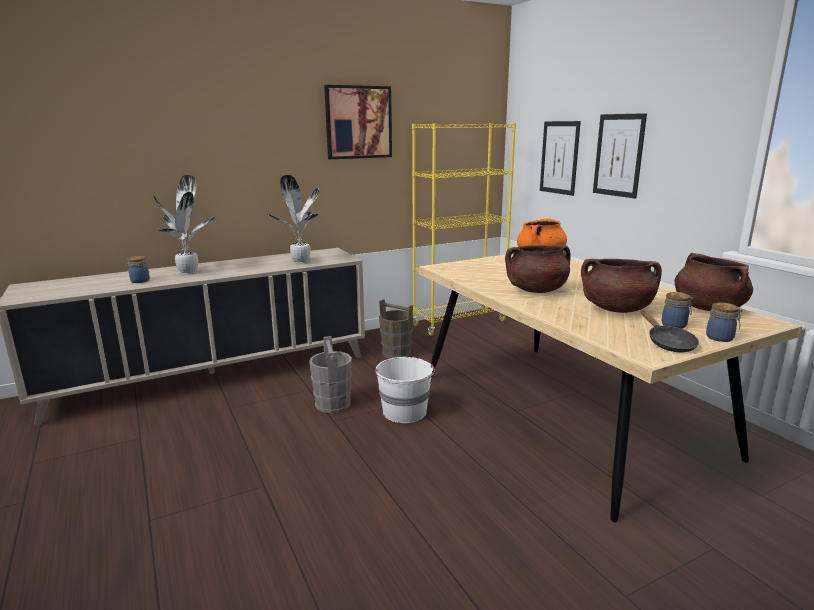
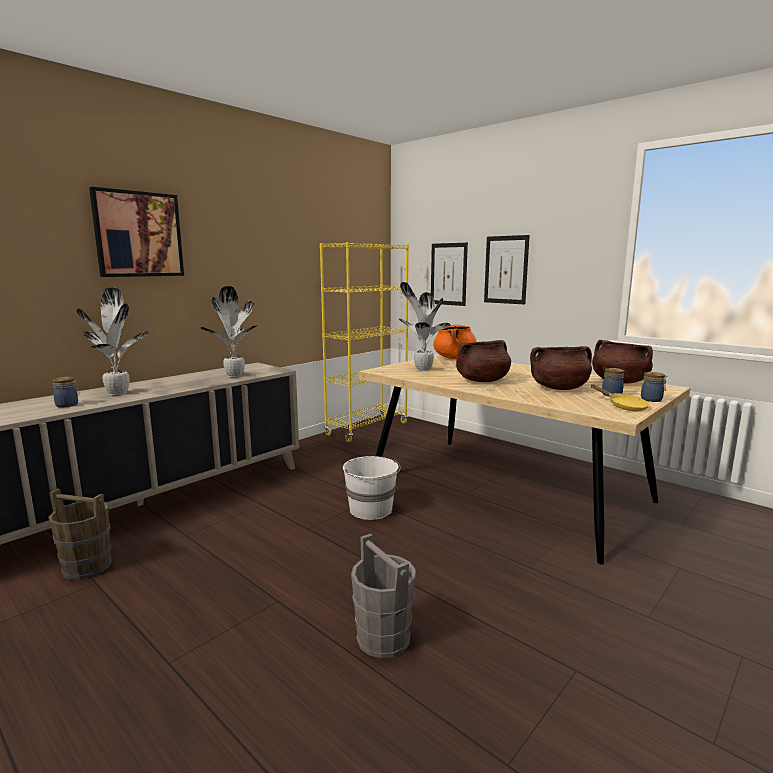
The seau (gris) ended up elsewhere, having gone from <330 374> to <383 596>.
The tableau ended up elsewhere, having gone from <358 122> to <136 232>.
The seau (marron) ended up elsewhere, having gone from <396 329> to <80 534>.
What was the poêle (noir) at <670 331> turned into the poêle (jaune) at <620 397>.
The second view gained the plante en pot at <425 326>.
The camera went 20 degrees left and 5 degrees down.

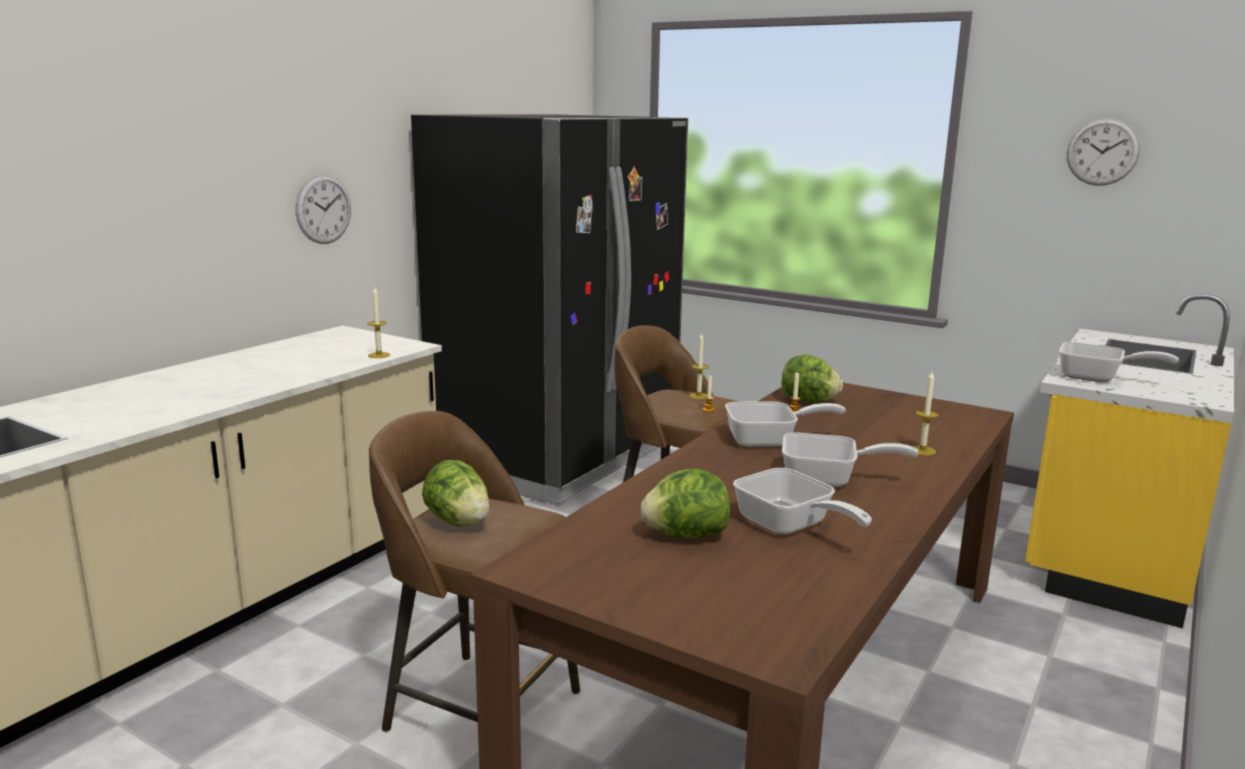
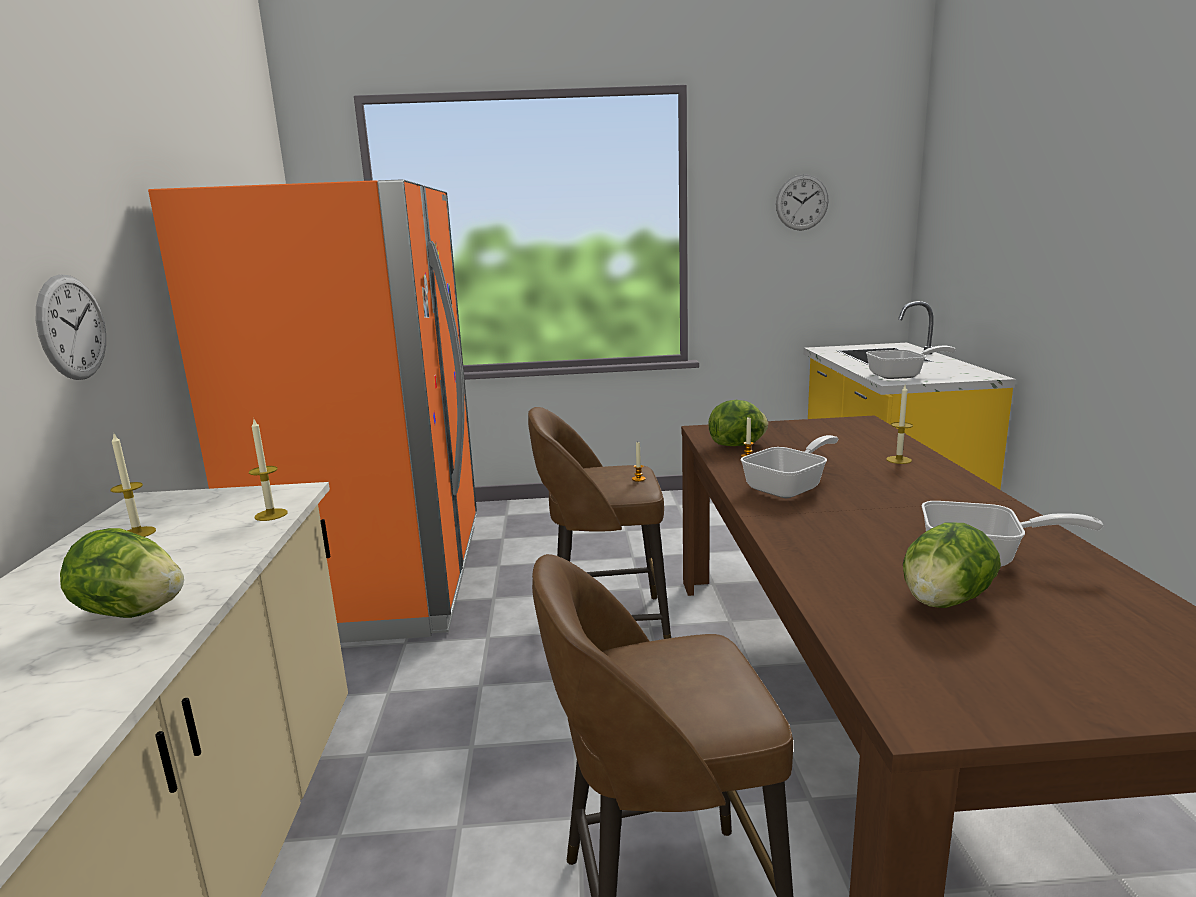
What was the réfrigérateur (noir) at <549 309> turned into the réfrigérateur (orange) at <312 411>.
The laitue ended up elsewhere, having gone from <456 493> to <122 573>.
The bougie ended up elsewhere, having gone from <699 366> to <133 484>.
The second view lost the poêle at <850 459>.
The camera went 35 degrees left and 0 degrees up.

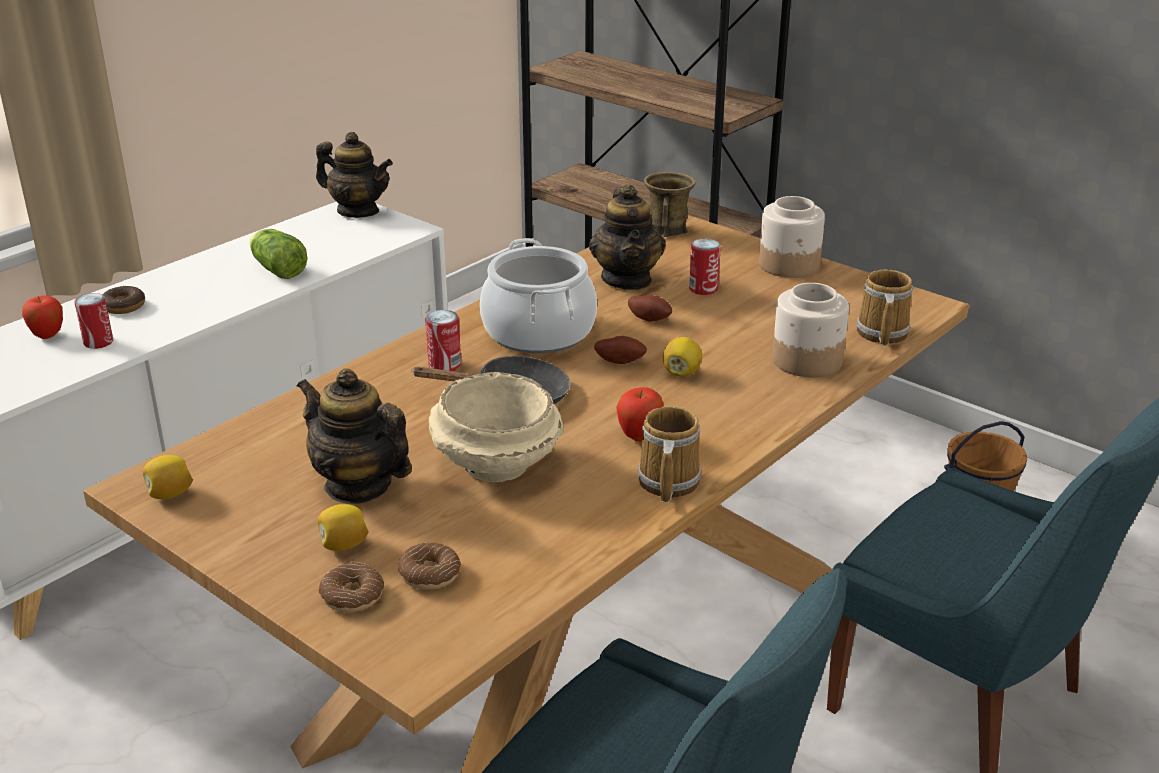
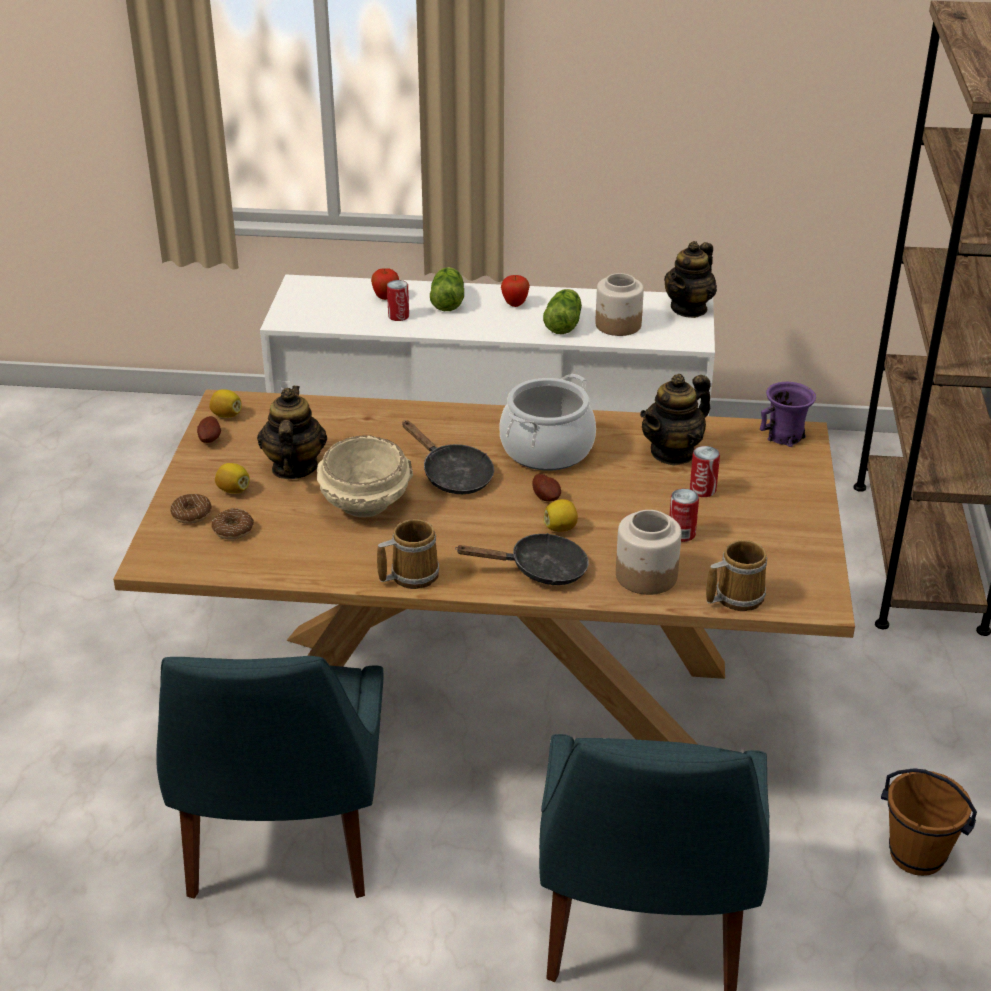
Where the beignet stood at <123 300>, the laitue came to stand at <447 289>.
The théière at <354 175> ended up facing another way, 45 degrees clockwise from before.
The boîte métallique ended up elsewhere, having gone from <443 340> to <684 515>.
The pomme ended up elsewhere, having gone from <640 414> to <515 291>.
The pomme de terre ended up elsewhere, having gone from <650 308> to <209 429>.
What was the mug (marron) at <670 204> turned into the mug (violet) at <788 414>.
The bocal ended up elsewhere, having gone from <792 237> to <619 304>.
The second view gained the poêle (noir) at <522 559>.
The camera went 55 degrees right and 5 degrees up.

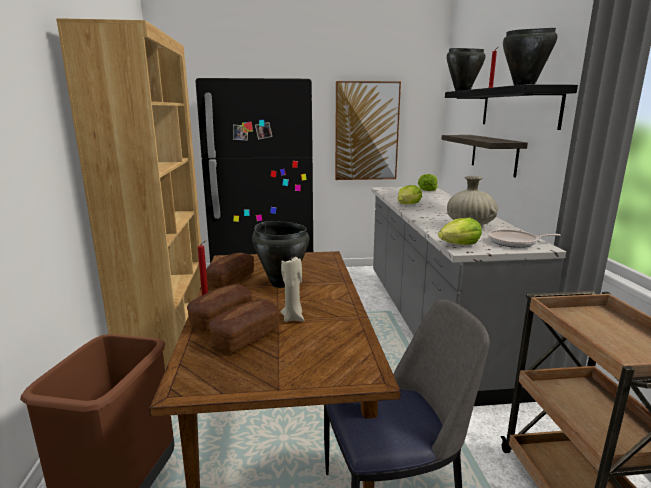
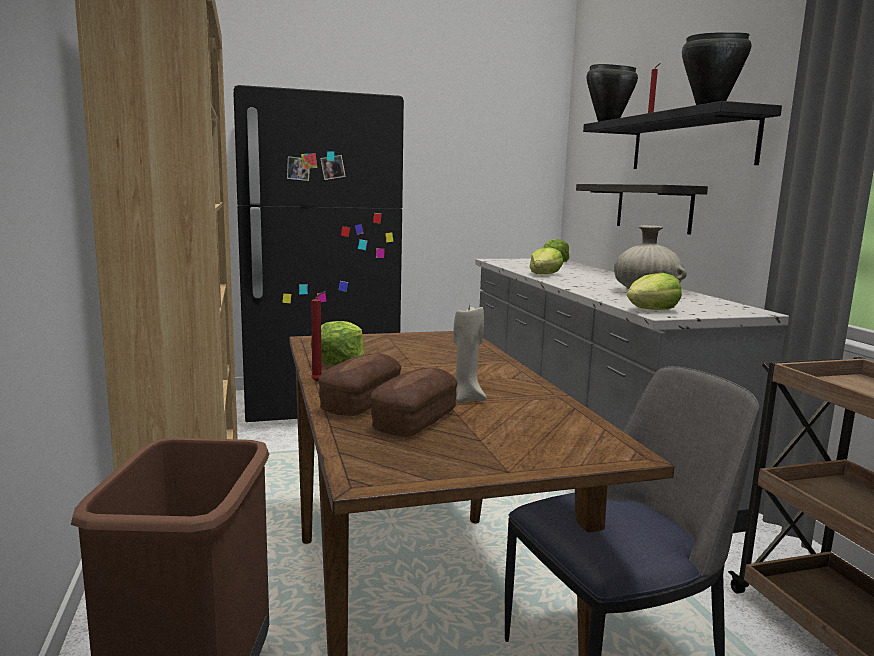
Where the pain stood at <230 270>, the laitue came to stand at <337 343>.
The second view lost the marmite (noir) at <280 254>.
The second view lost the tableau at <368 130>.
The second view lost the poêle at <524 238>.
The camera went 10 degrees left and 5 degrees down.

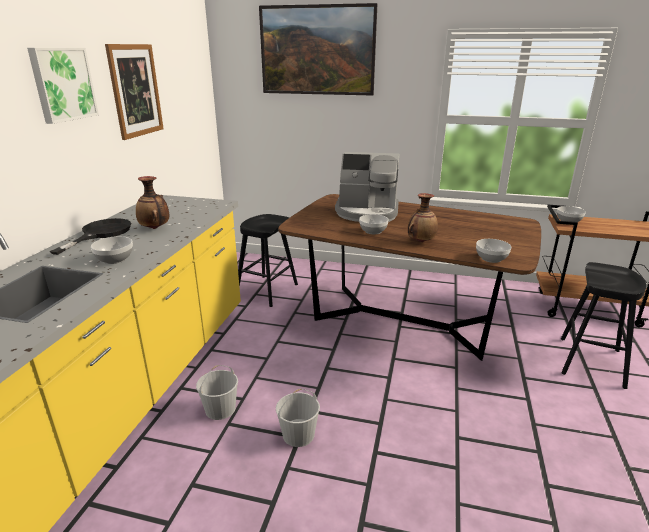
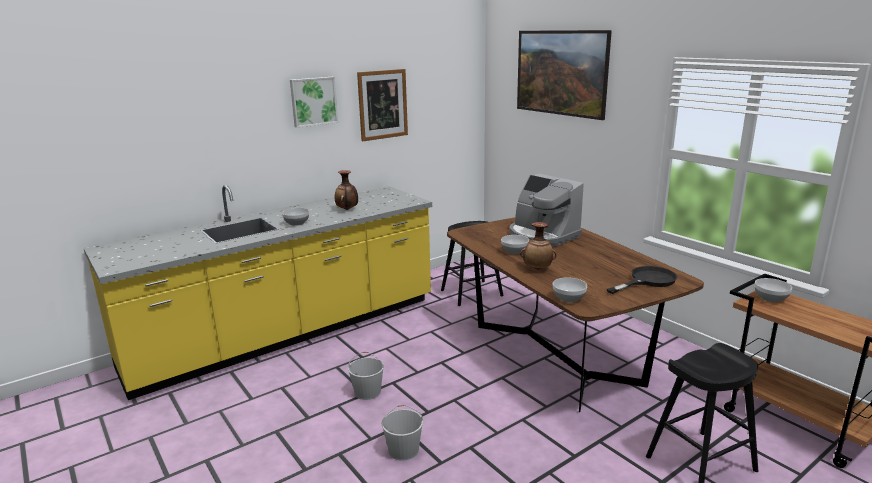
The poêle (noir) ended up elsewhere, having gone from <90 236> to <642 280>.
The seau (blanc) ended up elsewhere, having gone from <217 392> to <402 432>.
The camera went 40 degrees right and 5 degrees down.

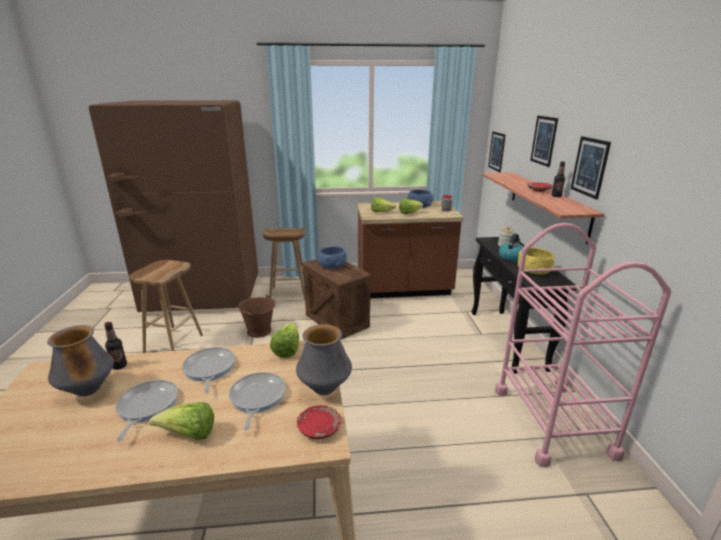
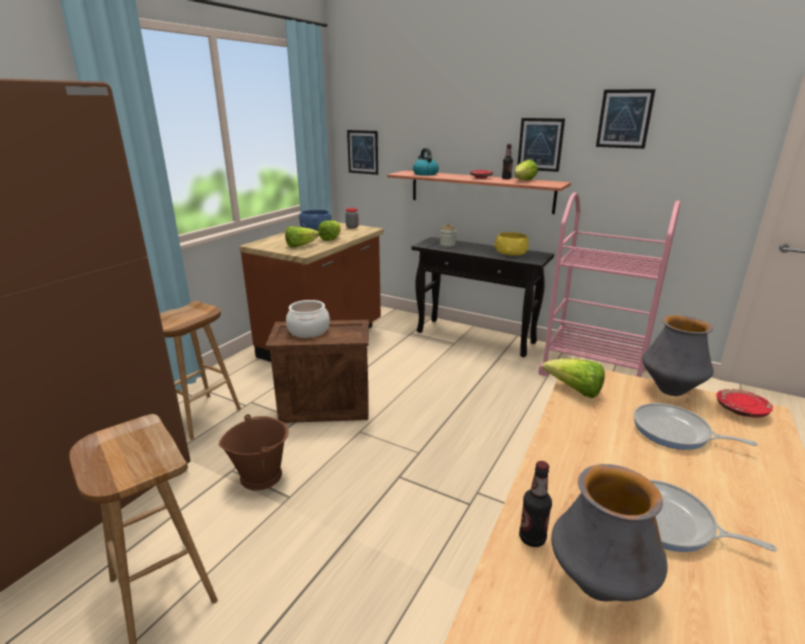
The laitue ended up elsewhere, having gone from <181 421> to <526 169>.
The second view lost the poêle at <208 370>.
Where the bol (bleu) stood at <332 257>, the marmite came to stand at <308 319>.
The bouilloire ended up elsewhere, having gone from <511 247> to <426 162>.
The tableau ended up elsewhere, having gone from <544 141> to <625 119>.
The camera went 55 degrees left and 0 degrees up.

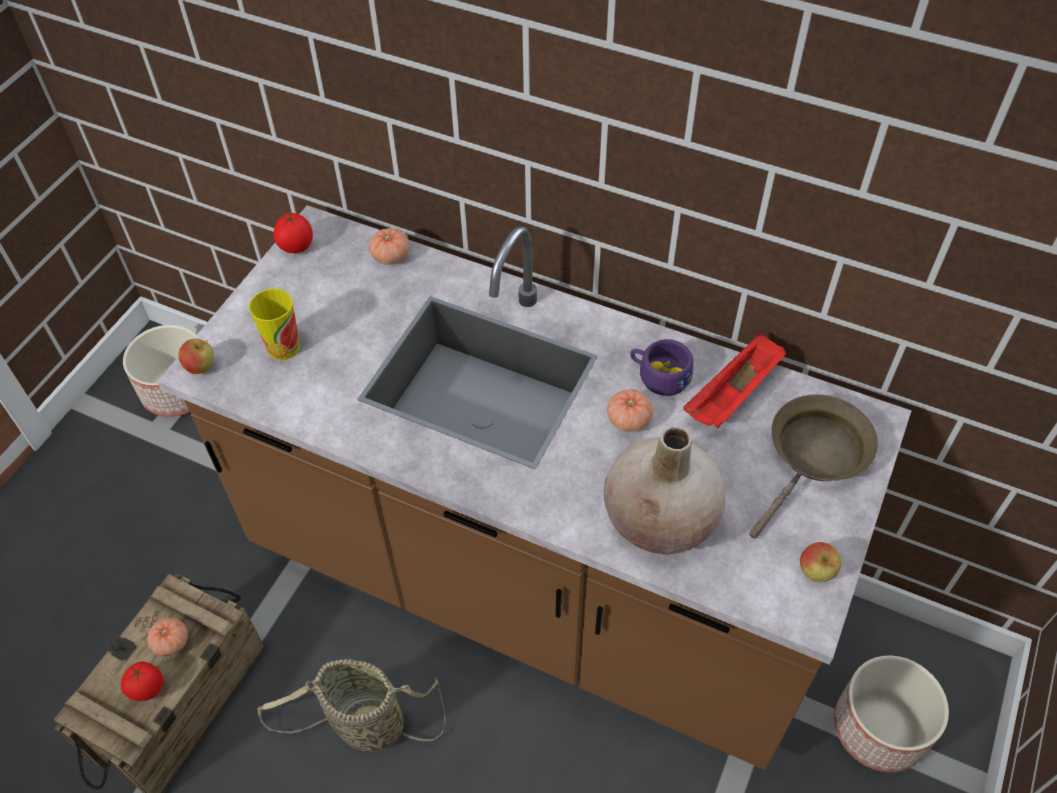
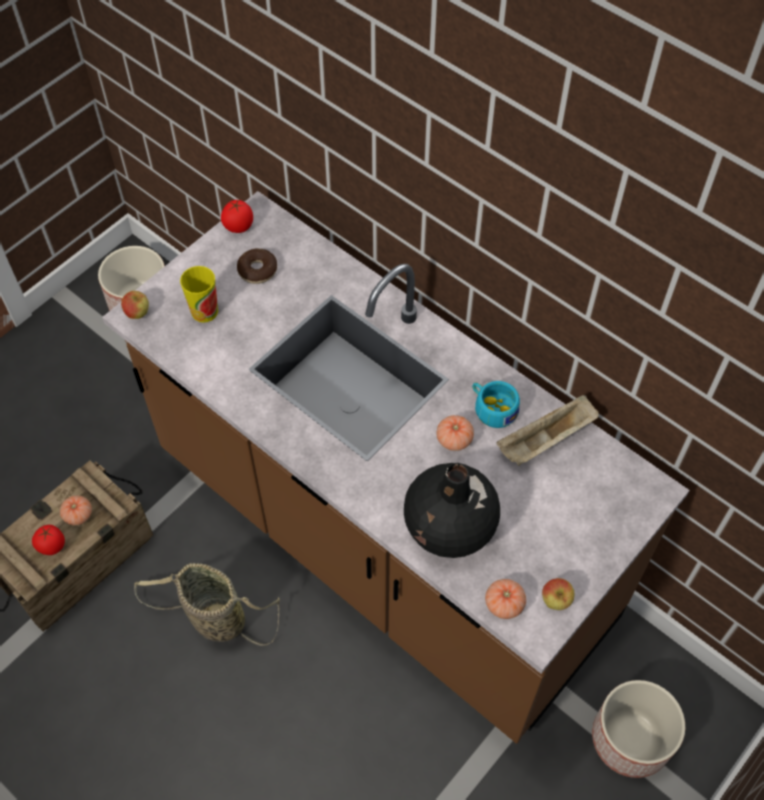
The tomate ended up elsewhere, having gone from <389 246> to <505 599>.
What was the vase (beige) at <664 491> turned into the vase (noir) at <452 510>.
What was the tasse (violet) at <661 367> turned into the tasse (turquoise) at <496 404>.
What was the plateau (rouge) at <734 380> turned into the plateau (beige) at <548 430>.
The second view lost the poêle (marron) at <813 466>.
The second view gained the beignet at <257 266>.
The camera went 15 degrees right and 5 degrees up.

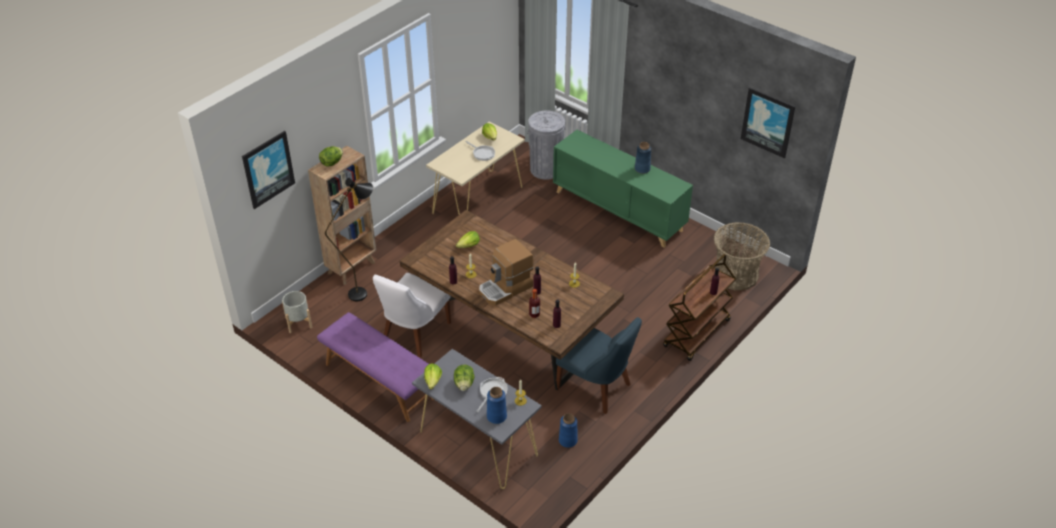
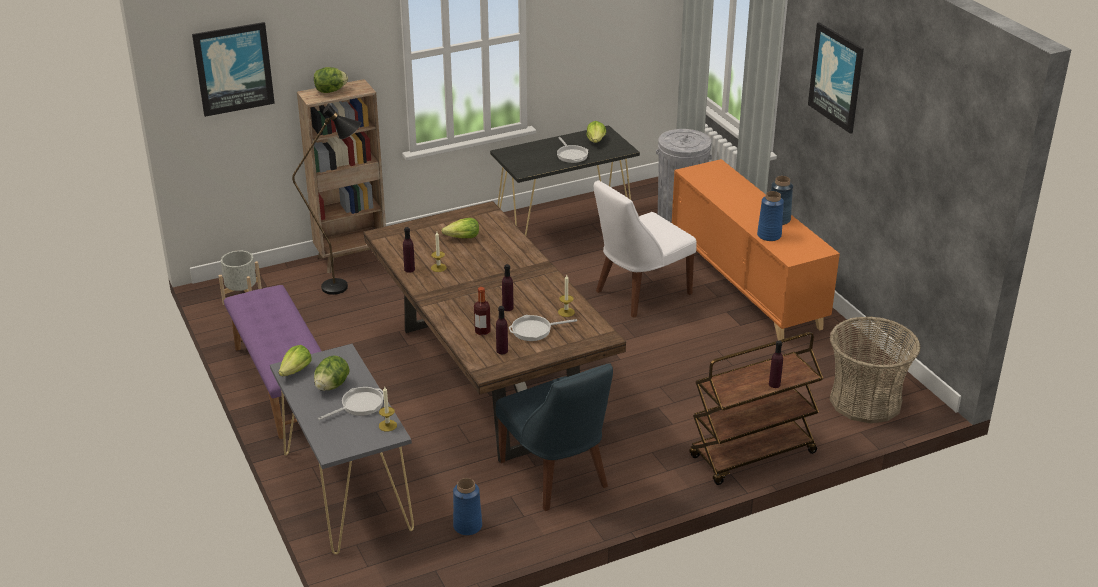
The chaise (blanc) ended up elsewhere, having gone from <412 315> to <645 249>.
What was the table console (beige) at <475 168> turned into the table console (noir) at <565 180>.
The second view lost the machine à café at <506 272>.
The vase (bleu) ended up elsewhere, having gone from <497 405> to <770 216>.
What was the meuble de rangement (vert) at <623 189> turned into the meuble de rangement (orange) at <756 249>.
The tableau ended up elsewhere, having gone from <768 122> to <836 78>.
The second view gained the poêle at <543 328>.
The camera went 25 degrees right and 10 degrees down.

